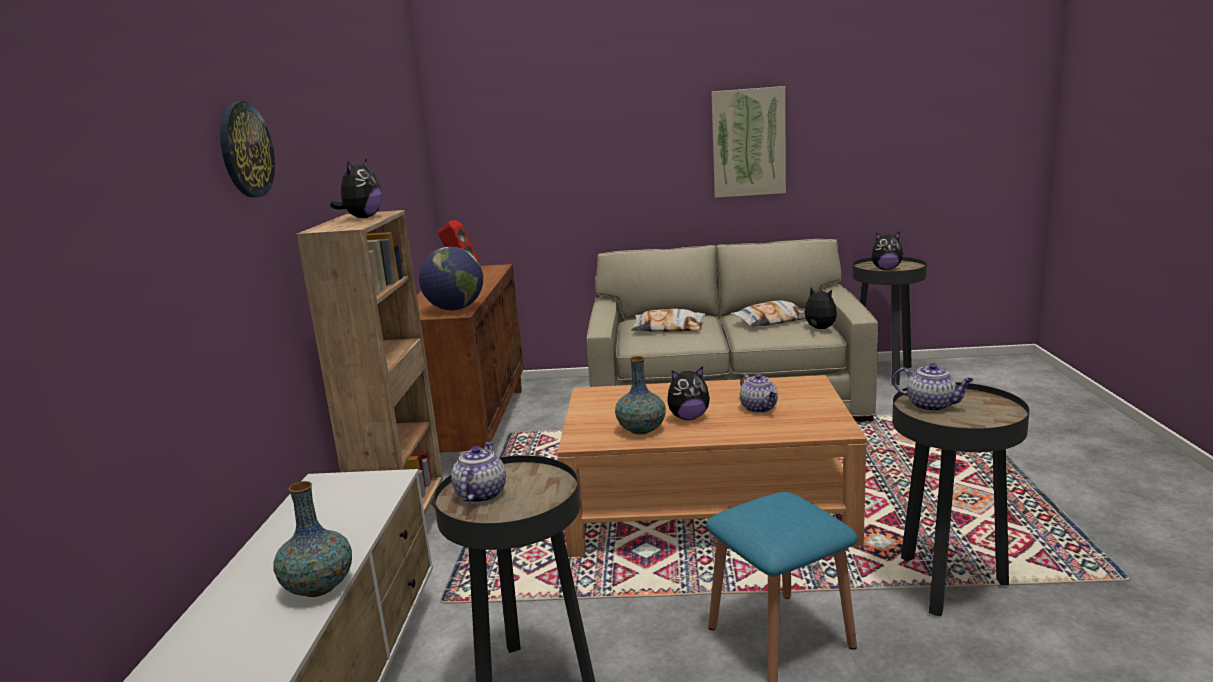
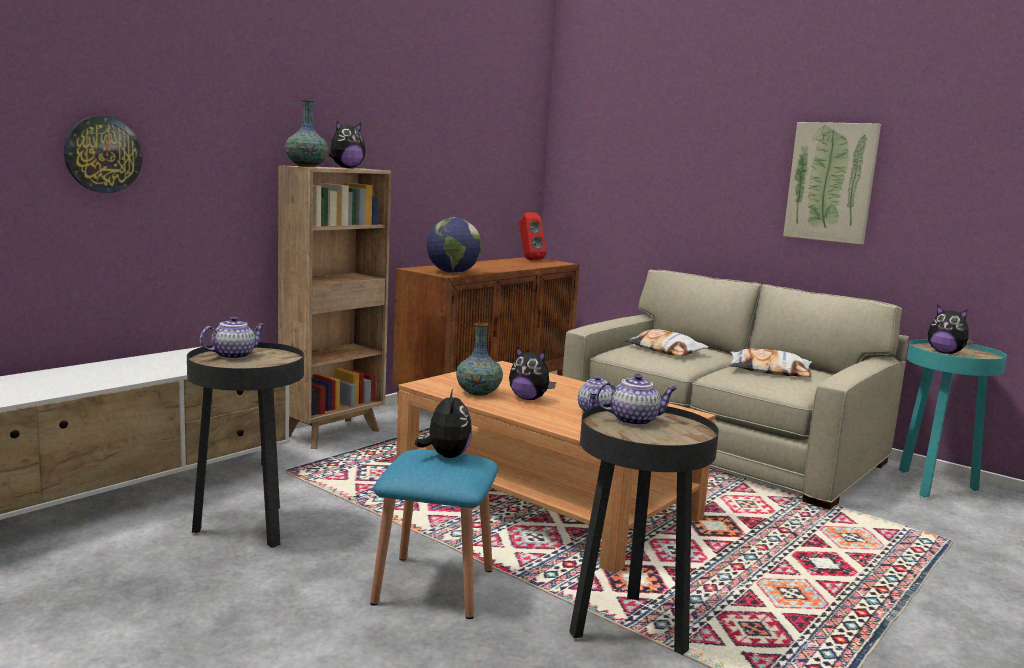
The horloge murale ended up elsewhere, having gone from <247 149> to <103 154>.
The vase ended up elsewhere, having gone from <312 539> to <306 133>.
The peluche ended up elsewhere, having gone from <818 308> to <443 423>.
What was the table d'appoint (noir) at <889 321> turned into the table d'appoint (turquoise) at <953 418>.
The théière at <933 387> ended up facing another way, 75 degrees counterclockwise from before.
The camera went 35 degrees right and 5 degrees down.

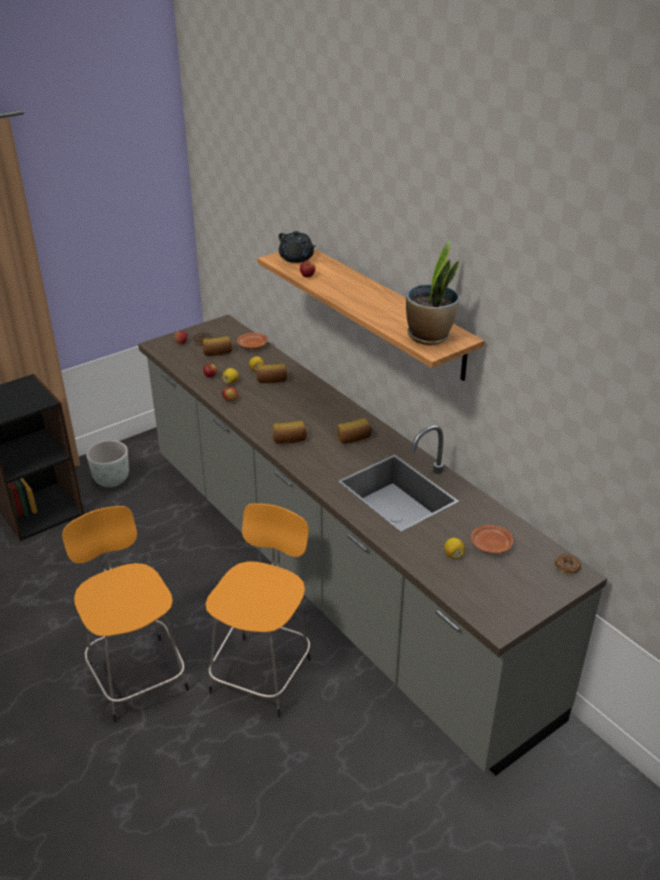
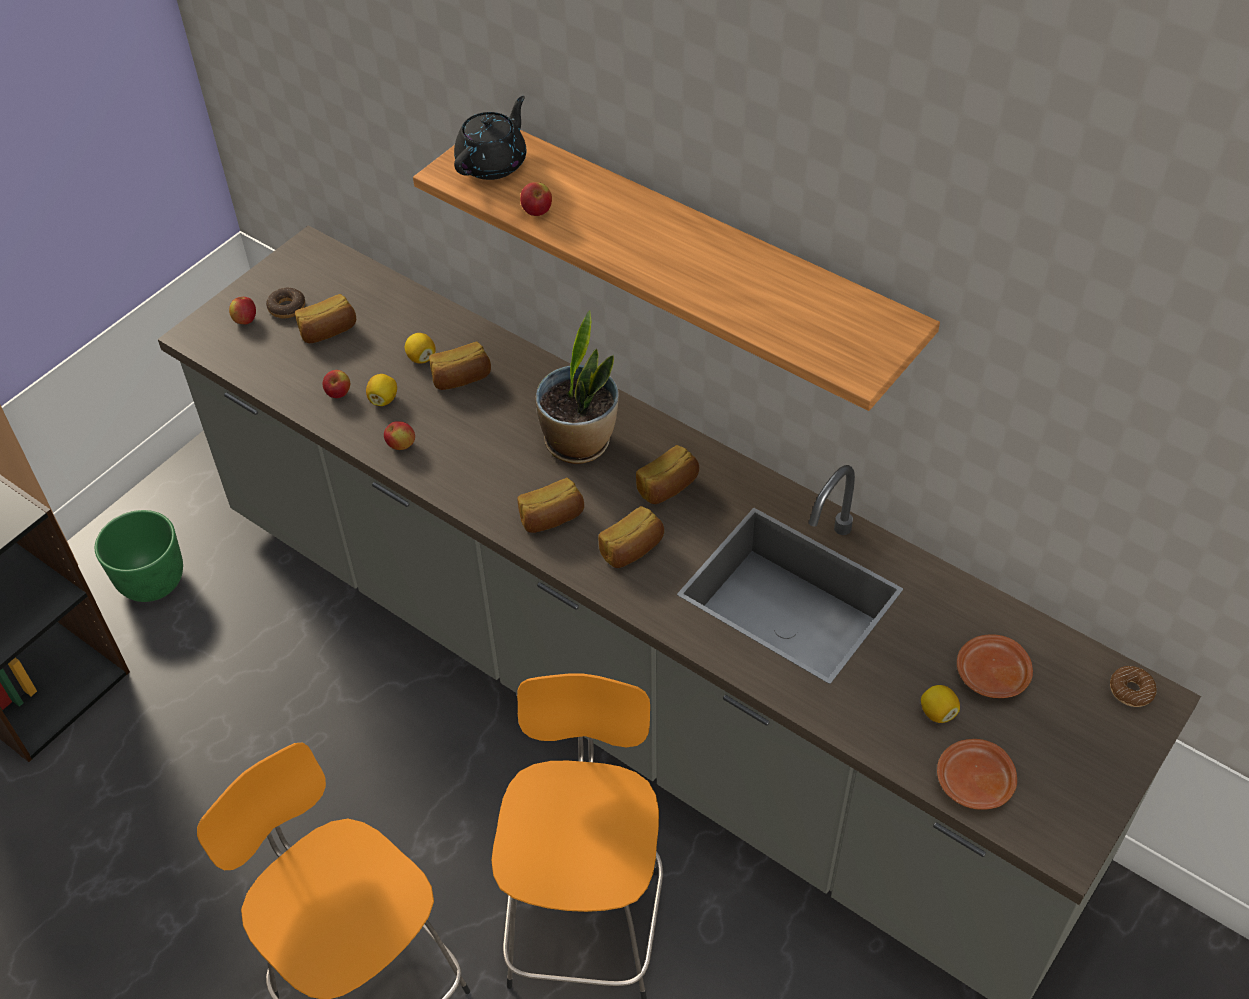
What was the cache-pot (gris) at <107 463> turned into the cache-pot (vert) at <139 556>.
The assiette (marron) ended up elsewhere, having gone from <252 341> to <977 774>.
The théière (noir) at <297 247> ended up facing another way, 90 degrees counterclockwise from before.
The plante en pot ended up elsewhere, having gone from <432 292> to <577 387>.
The second view gained the pain at <631 537>.
The camera went 15 degrees left and 15 degrees up.

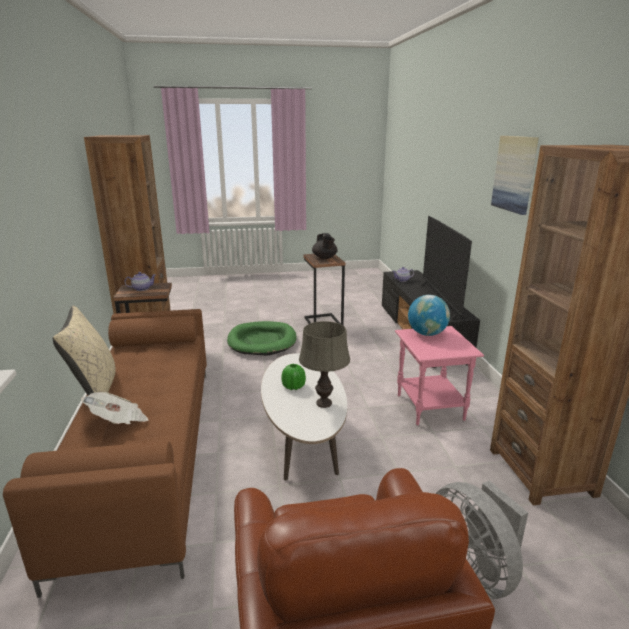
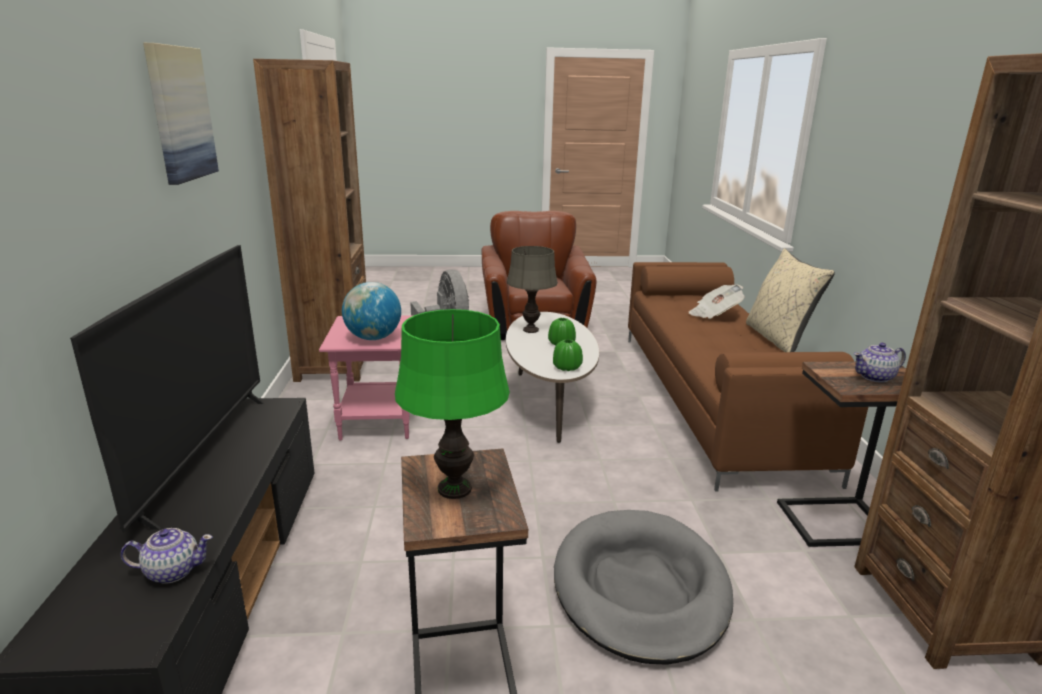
What was the panier pour chien (vert) at <261 338> turned into the panier pour chien (gris) at <643 587>.
Where the théière (noir) stood at <325 246>, the lampe de table (vert) came to stand at <452 404>.
The second view gained the vase (vert) at <568 355>.
The camera went 175 degrees left and 0 degrees up.

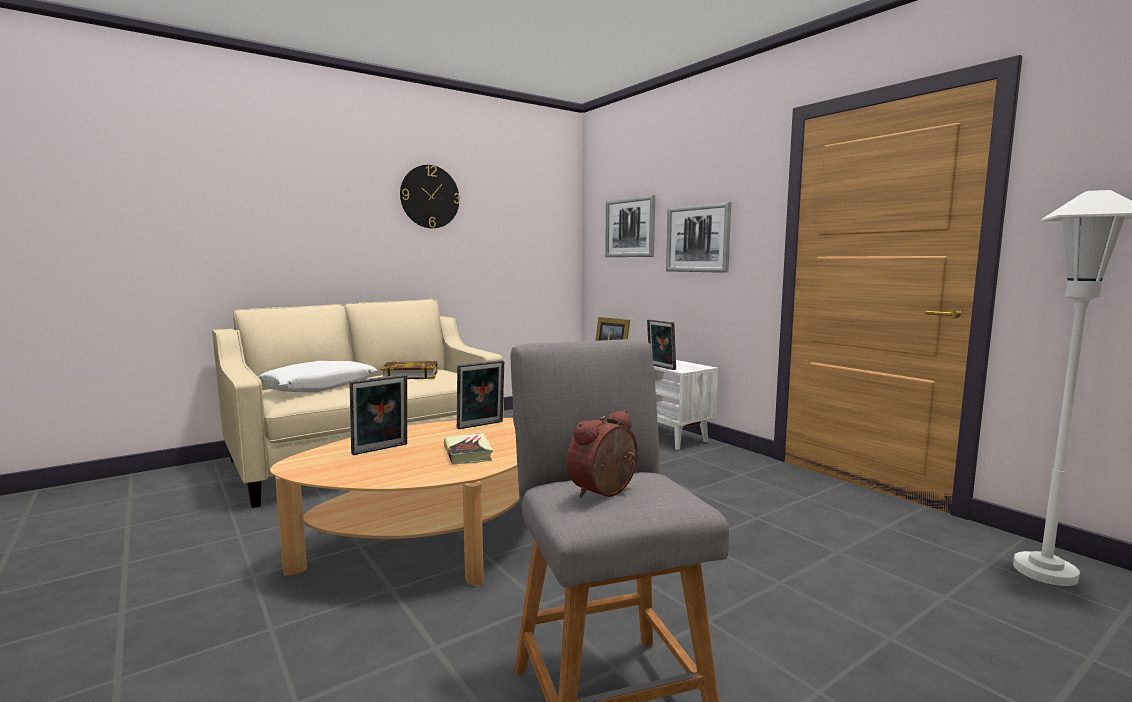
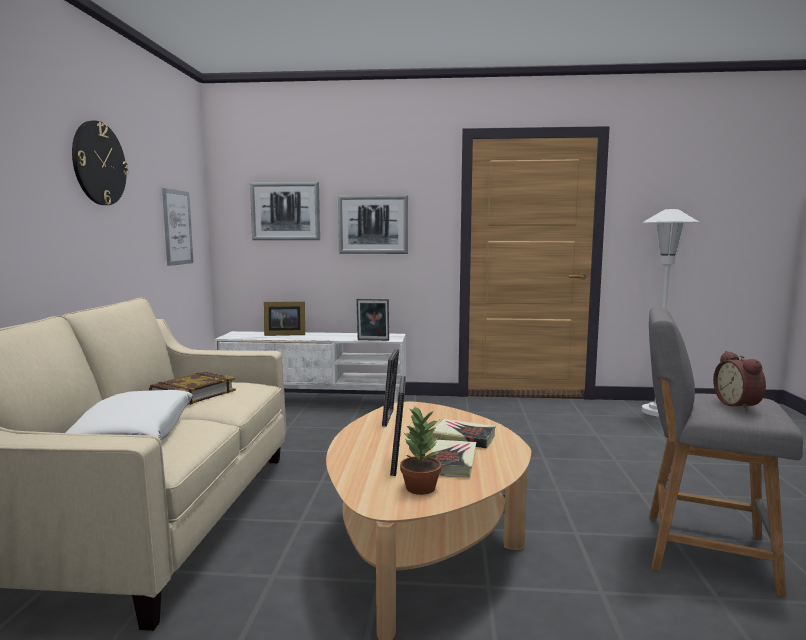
The second view gained the tableau at <177 227>.
The second view gained the plante en pot at <420 450>.
The second view gained the livre at <453 459>.
The camera went 50 degrees left and 0 degrees up.

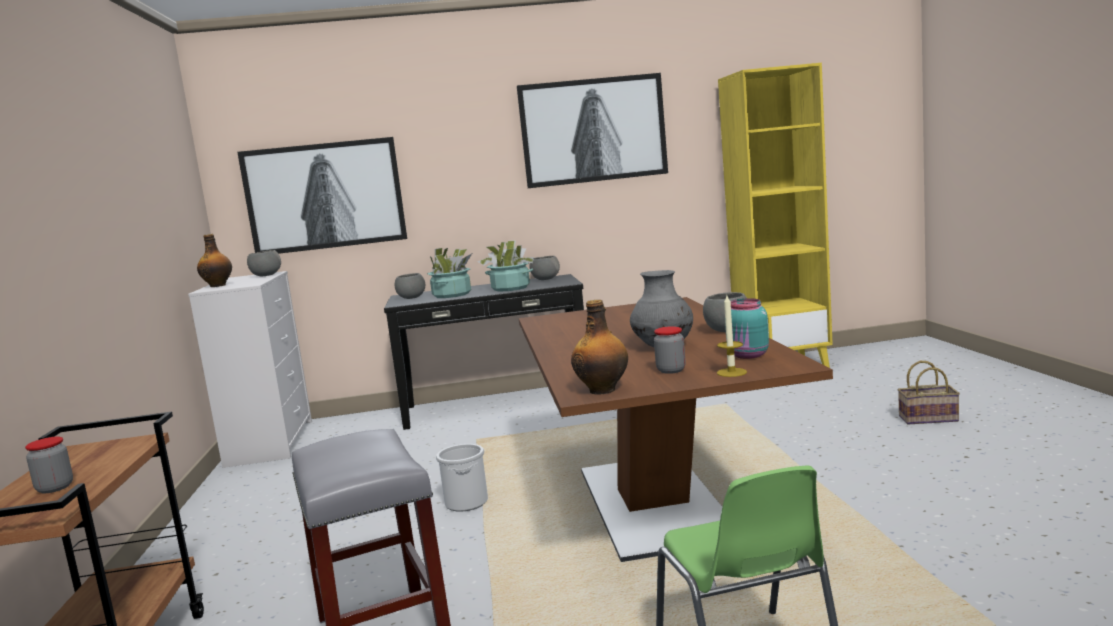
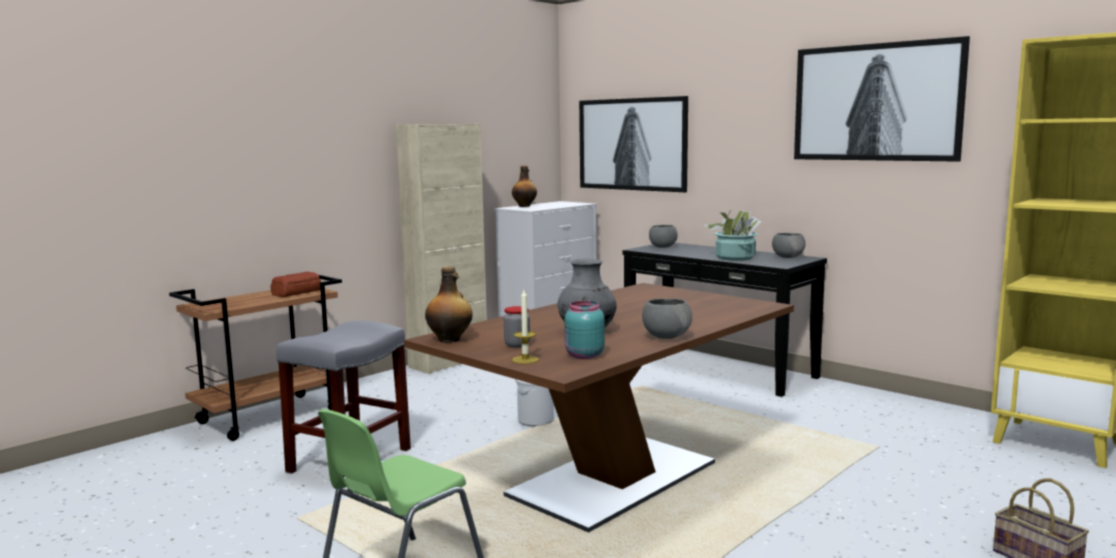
The second view lost the bocal at <49 465>.
The second view lost the bol (gris) at <264 263>.
The second view lost the plante en pot at <449 273>.
The second view gained the pain at <296 284>.
The second view gained the meuble de rangement (beige) at <441 249>.
The camera went 50 degrees right and 0 degrees up.

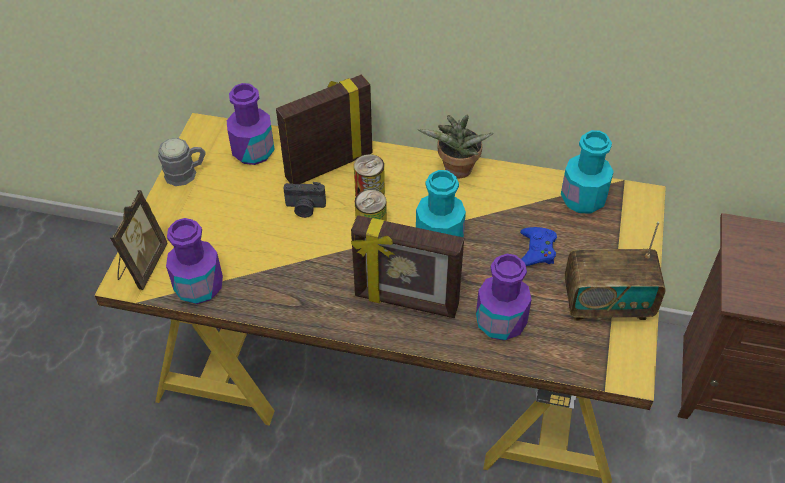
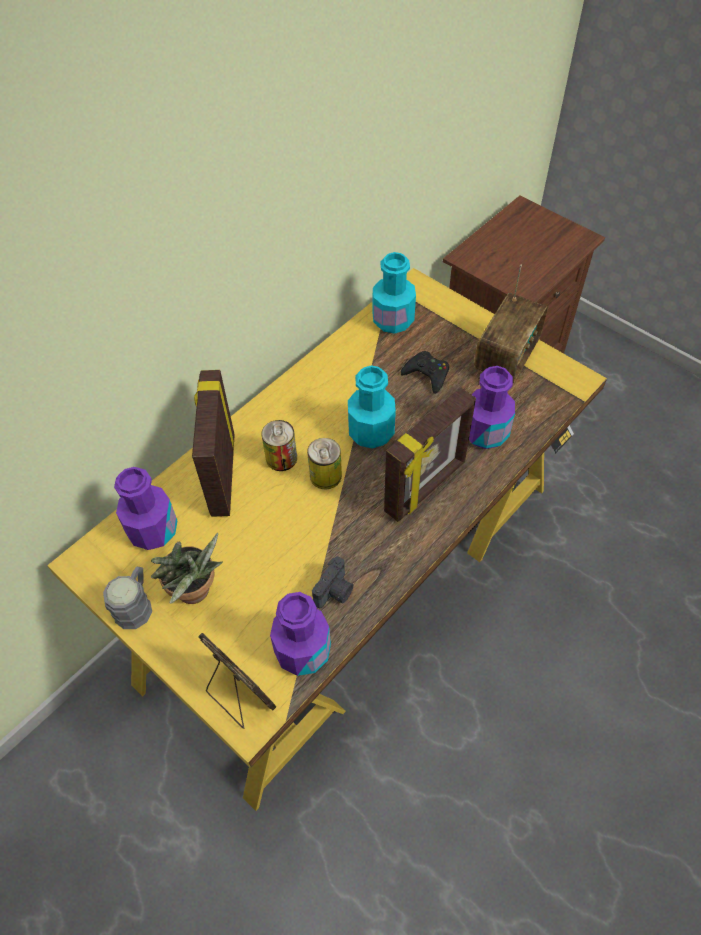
The appareil photo ended up elsewhere, having gone from <304 200> to <332 582>.
The plante en pot ended up elsewhere, having gone from <455 146> to <187 568>.
What was the manette (bleu) at <538 246> turned into the manette (noir) at <425 372>.
The camera went 60 degrees left and 5 degrees up.

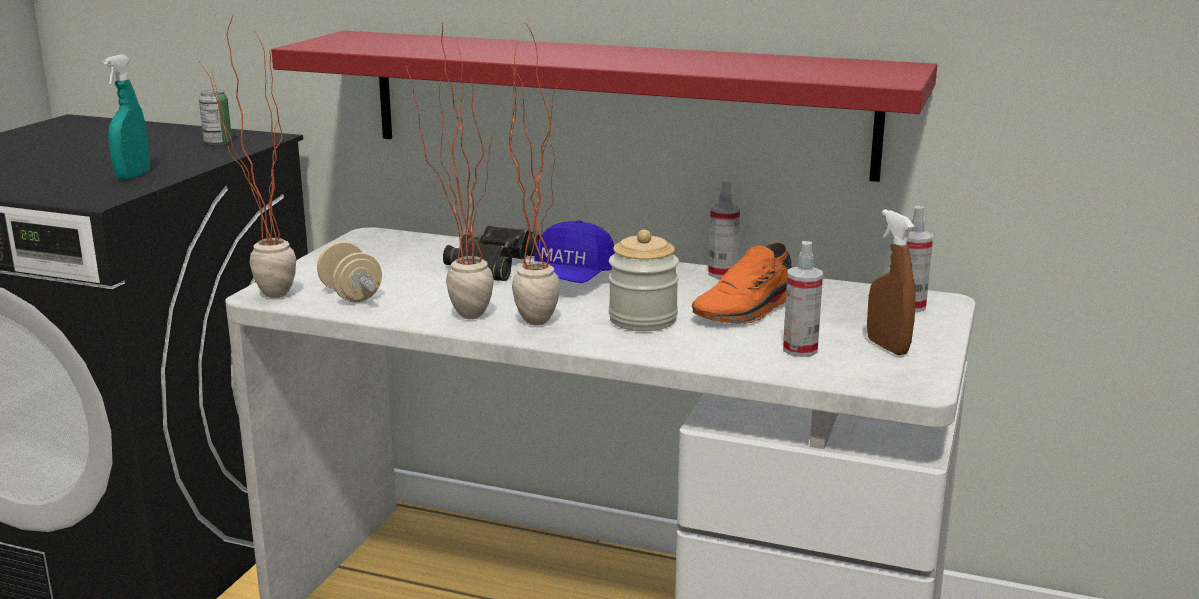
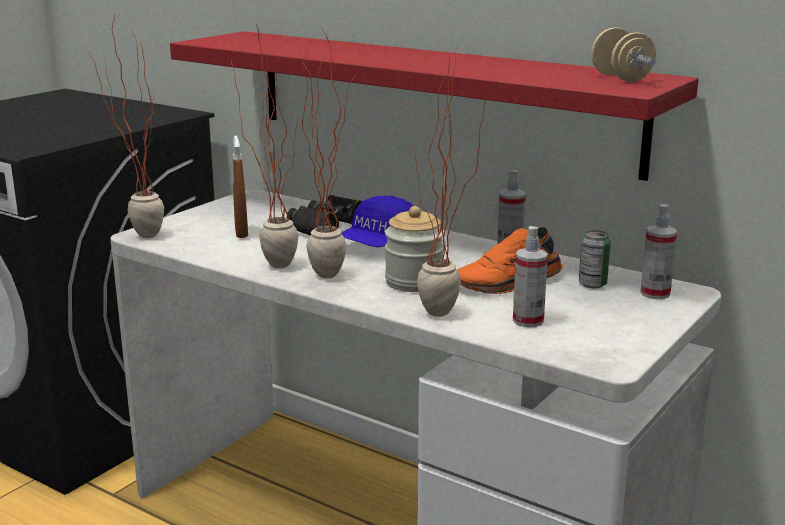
The second view lost the vaporisateur (turquoise) at <126 117>.
The boîte métallique ended up elsewhere, having gone from <215 117> to <595 259>.
The haltère (beige) ended up elsewhere, having gone from <349 272> to <623 54>.
The vaporisateur (marron) ended up elsewhere, having gone from <891 282> to <240 187>.
The second view gained the plante en pot at <451 181>.
The camera went 15 degrees right and 0 degrees up.

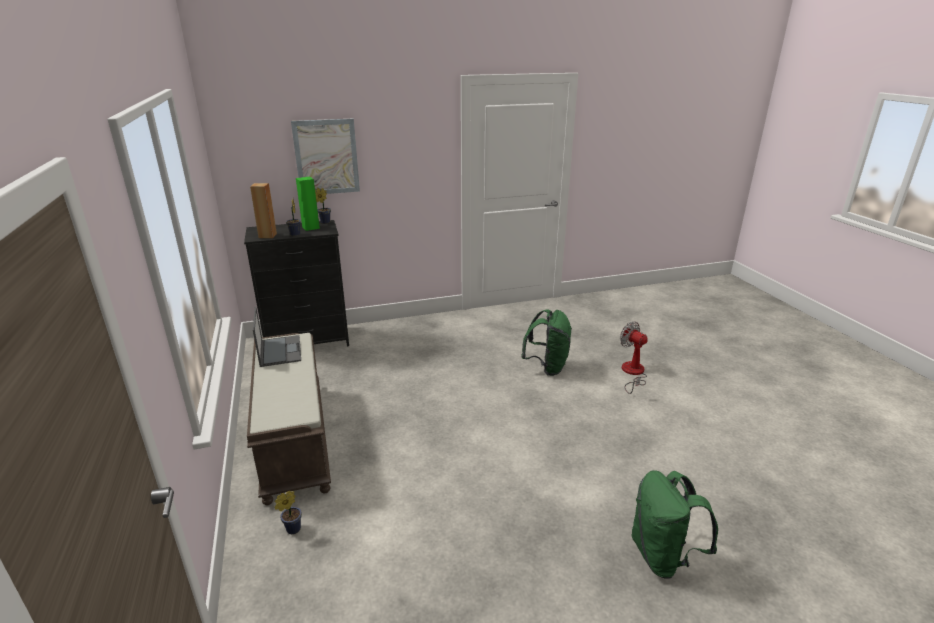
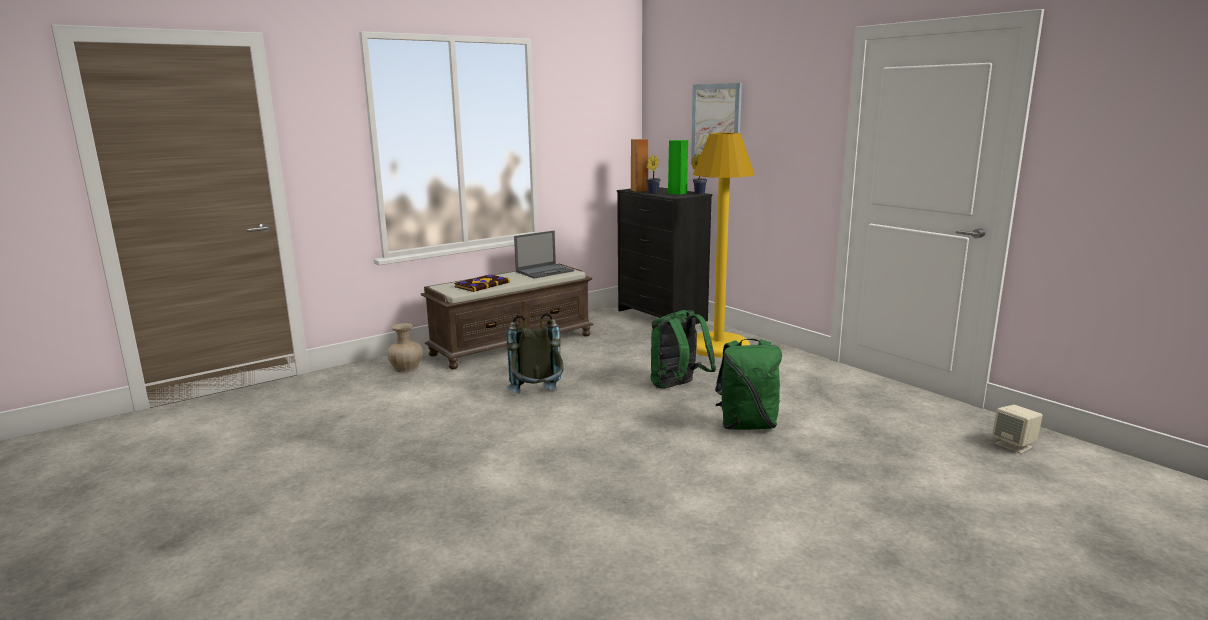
Where the plante en pot stood at <288 512>, the vase (beige) came to stand at <405 348>.
The second view lost the ventilateur at <634 357>.
The sac à dos (vert) ended up elsewhere, having gone from <674 524> to <684 349>.
The second view gained the livre at <482 283>.
The second view gained the sac à dos (gris) at <535 353>.
The second view gained the lampadaire (jaune) at <724 245>.
The second view gained the enceinte (beige) at <1017 429>.
The camera went 70 degrees right and 10 degrees down.

